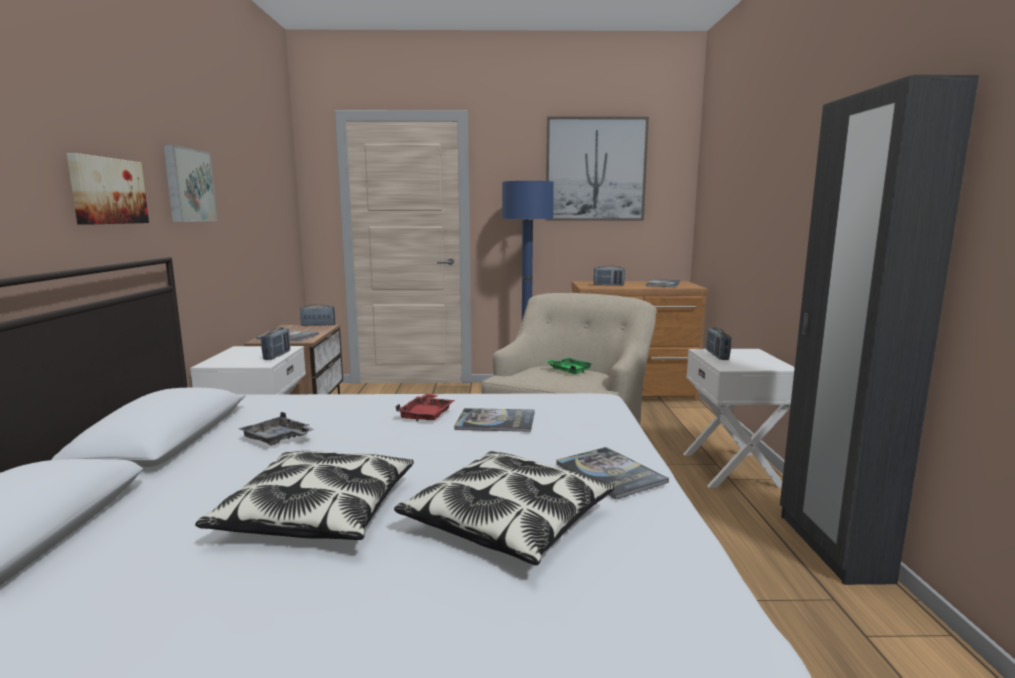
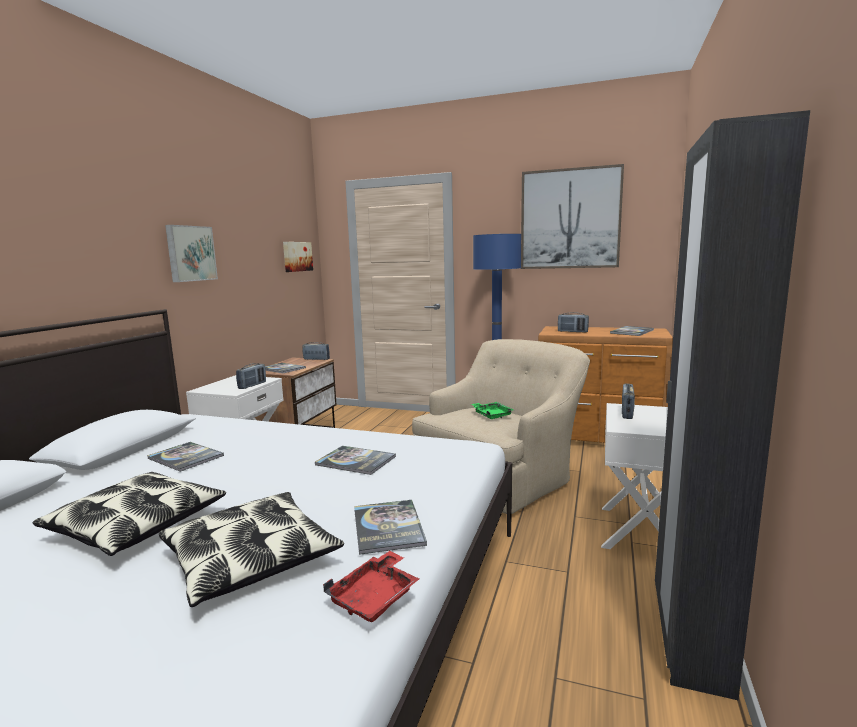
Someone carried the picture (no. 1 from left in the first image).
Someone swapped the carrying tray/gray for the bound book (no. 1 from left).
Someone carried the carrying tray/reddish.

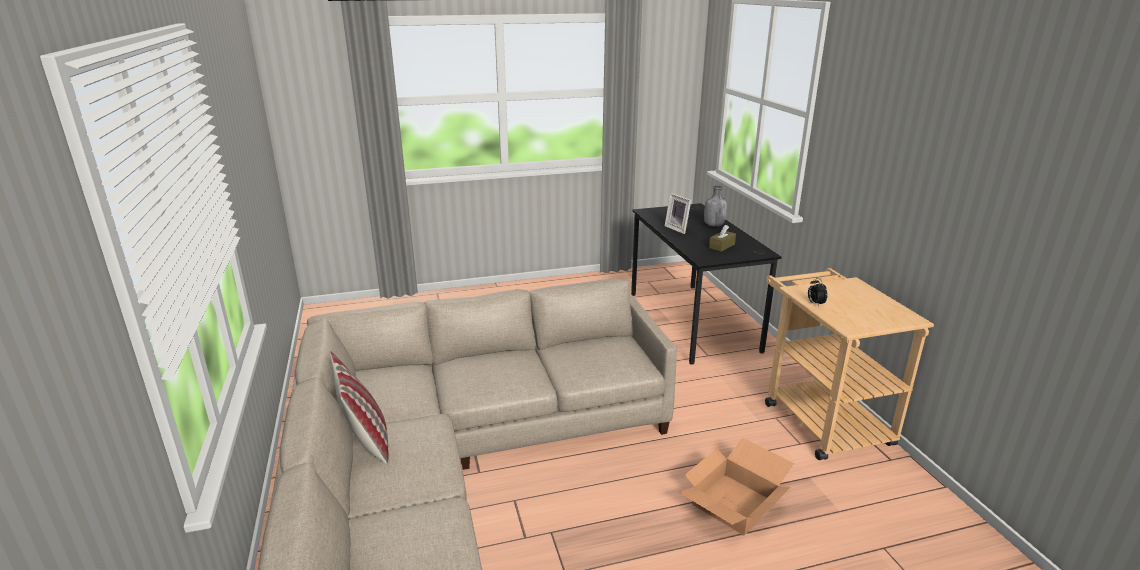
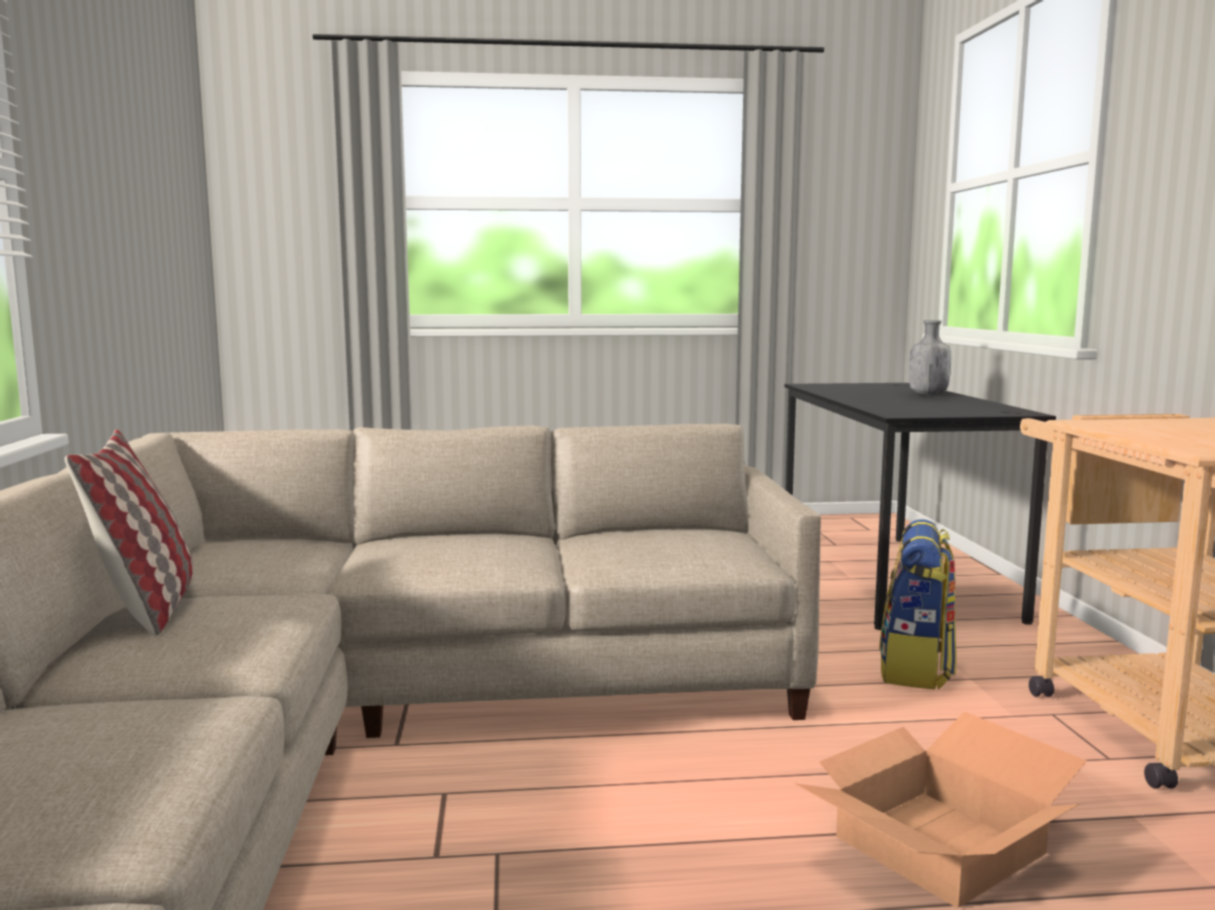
Someone took away the picture frame.
Someone took away the tissue box/brownish.
Someone took away the alarm clock.
Someone put down the rucksack.

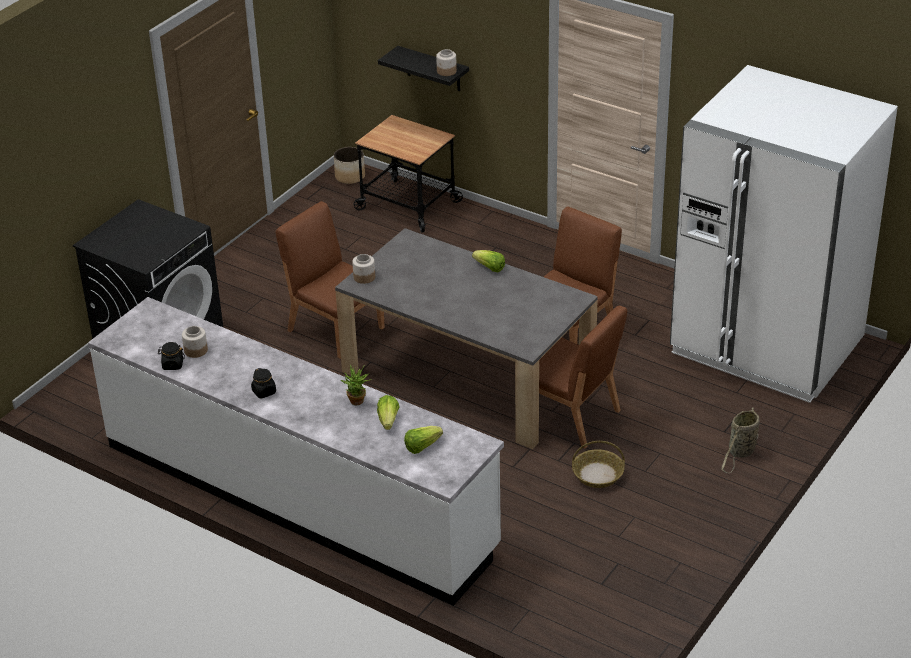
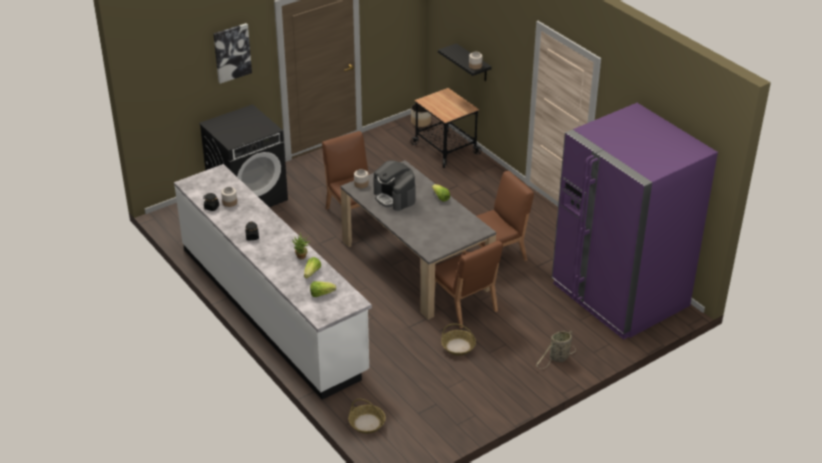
Someone repainted the fridge/whitish, which became the fridge/purple-coloured.
Someone put up the picture.
Someone put down the basket (no. 1 from left).
Someone put down the coffee machine.

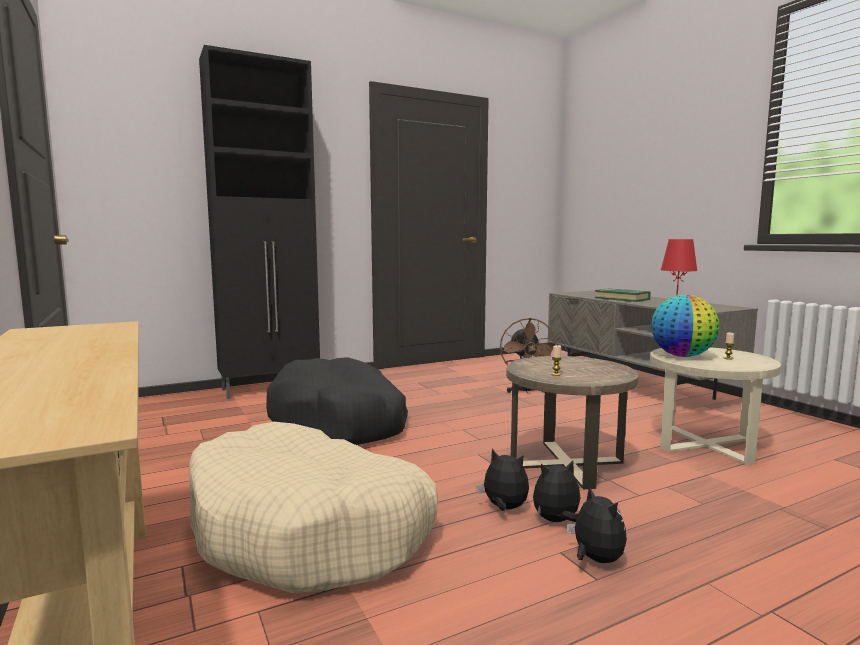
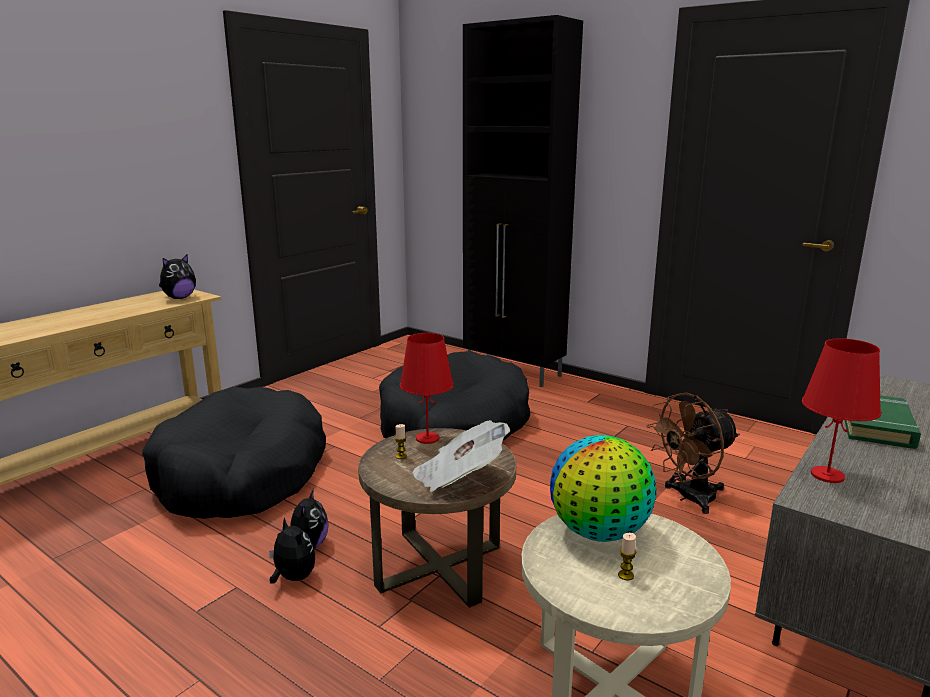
Someone repainted the pet bed/sand-coloured, which became the pet bed/blackish (no. 1 from left).
Someone carried the soft toy (no. 3 from left in the first image).
Someone put down the lamp for a table/reddish (no. 1 from left).
Someone put down the daily paper.

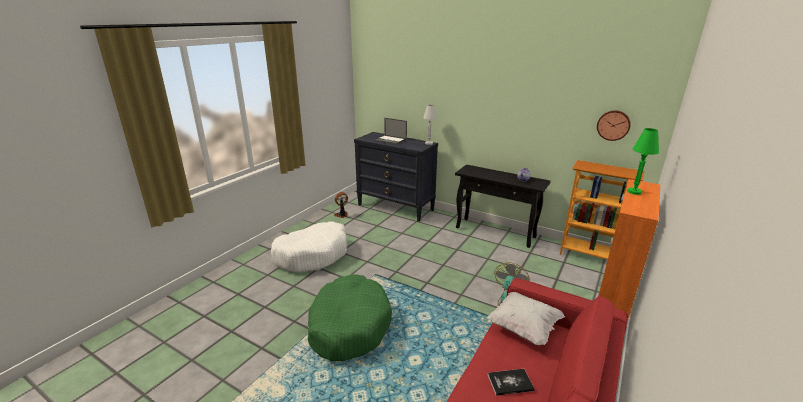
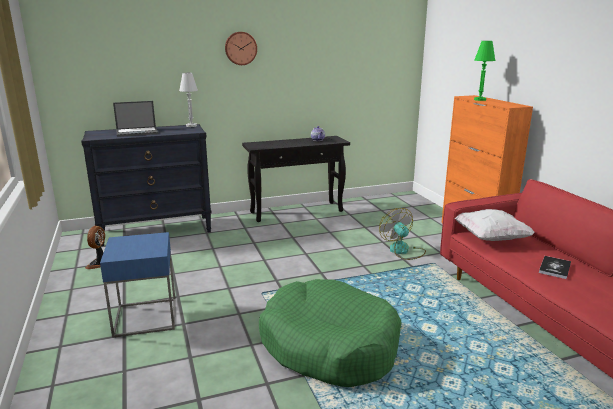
Someone swapped the pet bed/whitish for the end table/blue-coloured.
Someone took away the bookshelf.
Someone carried the hanging clock.

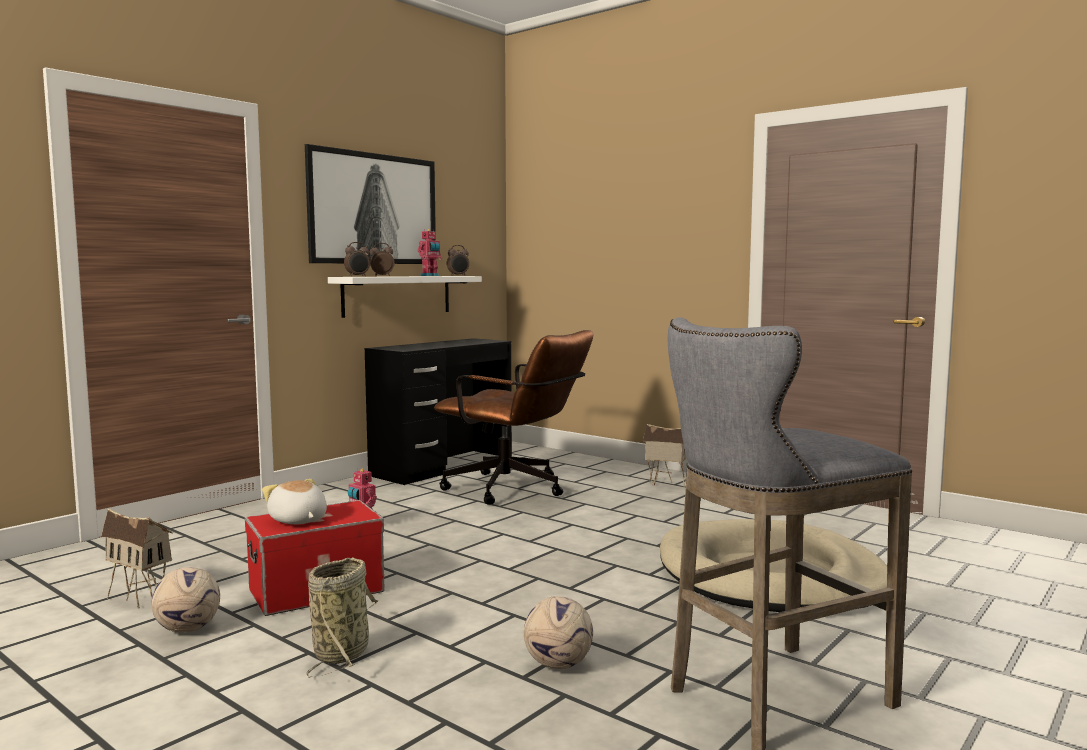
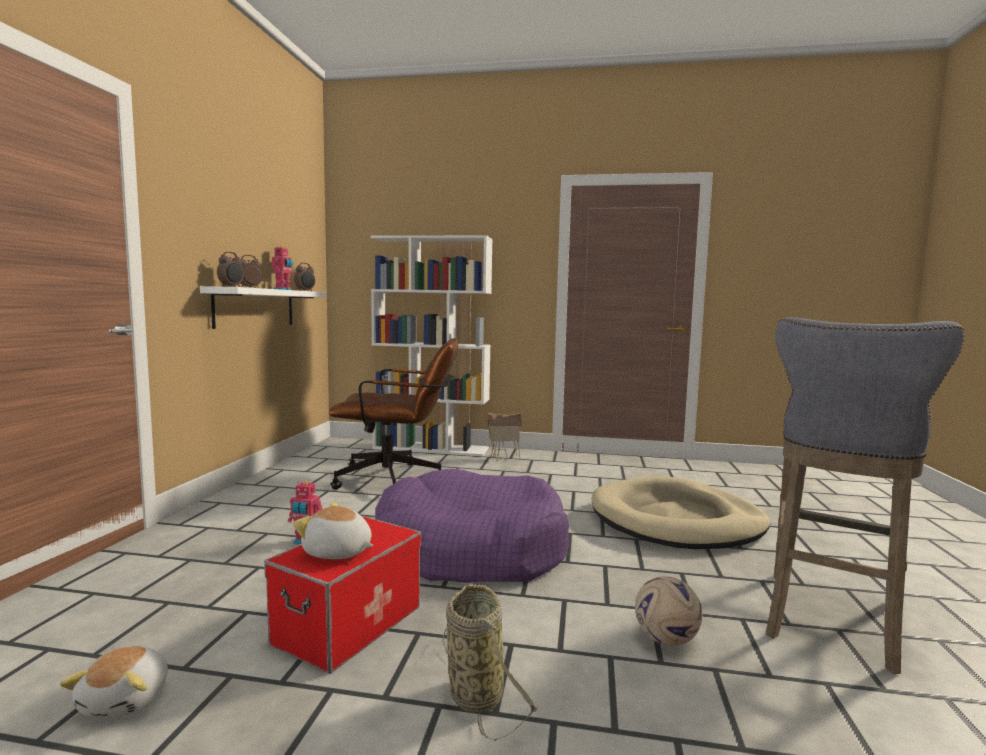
Someone swapped the model house (no. 1 from left) for the soft toy (no. 1 from left).
Someone took away the football ball (no. 1 from left).
Someone took away the picture.
Someone took away the desk table/blackish.
Someone put down the bookshelf/whitish.
Someone put down the pet bed/purple-coloured.

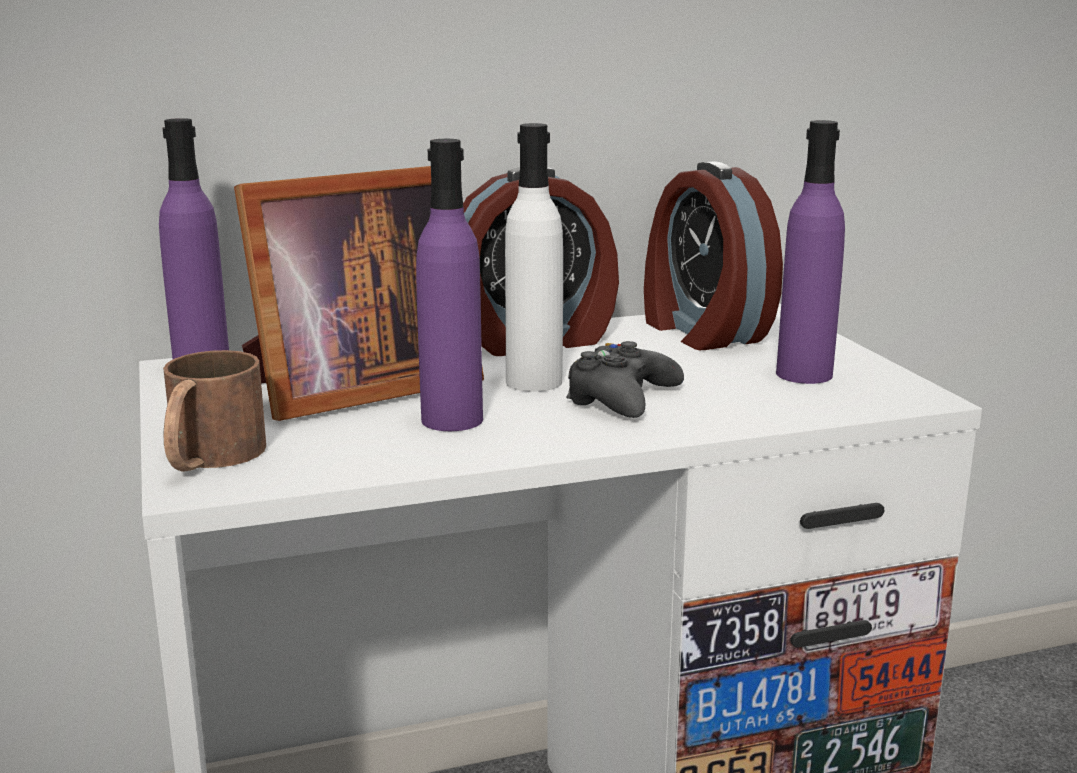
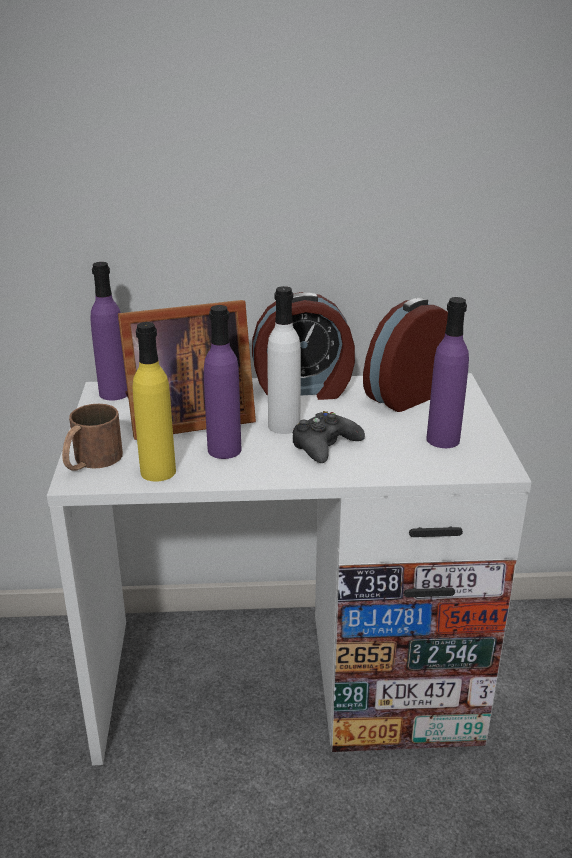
Someone rotated the alarm clock (no. 2 from left) by 60 degrees clockwise.
Someone put down the bottle/yellowish.

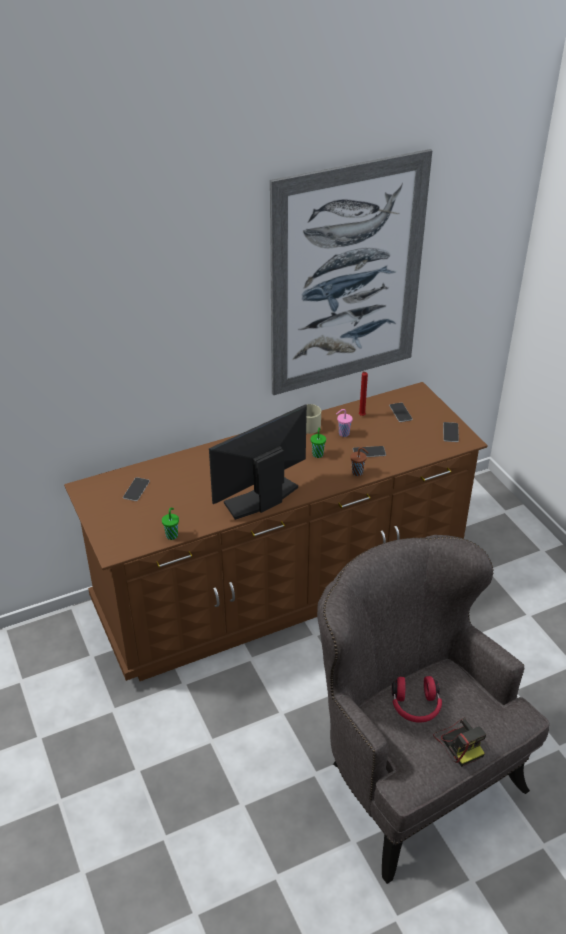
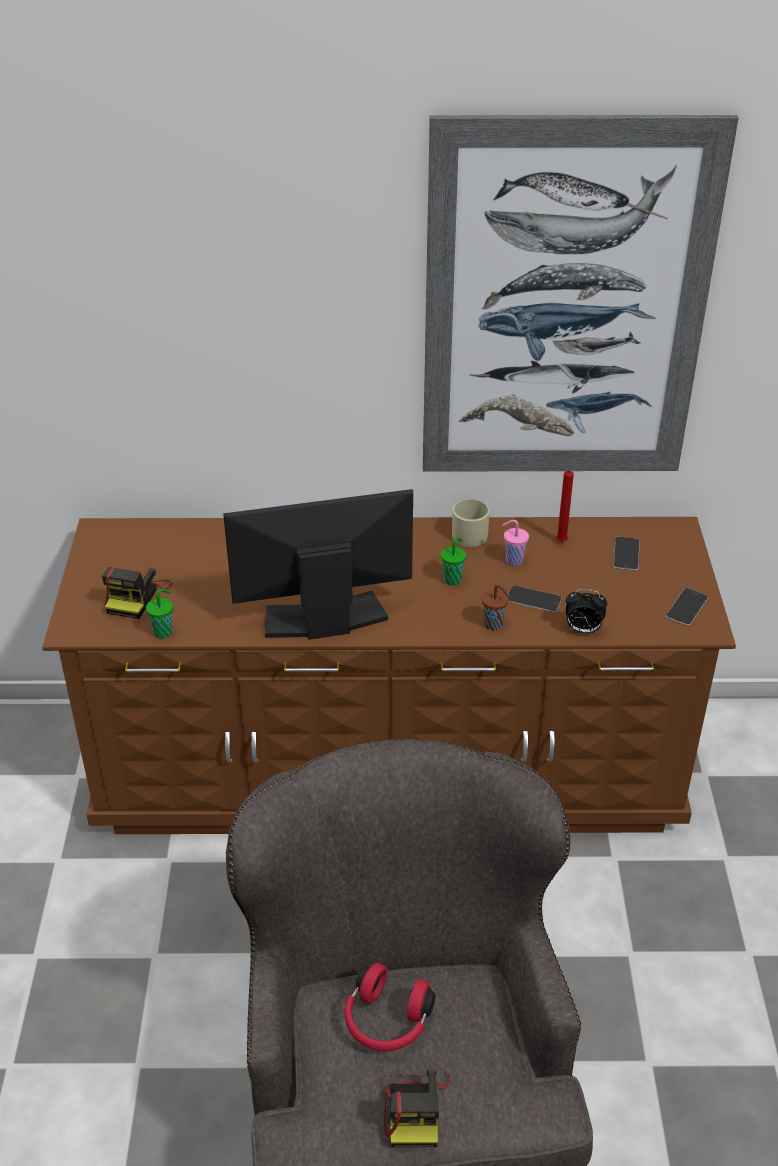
Someone took away the telephone (no. 1 from left).
Someone put down the still camera (no. 1 from left).
Someone put down the alarm clock.

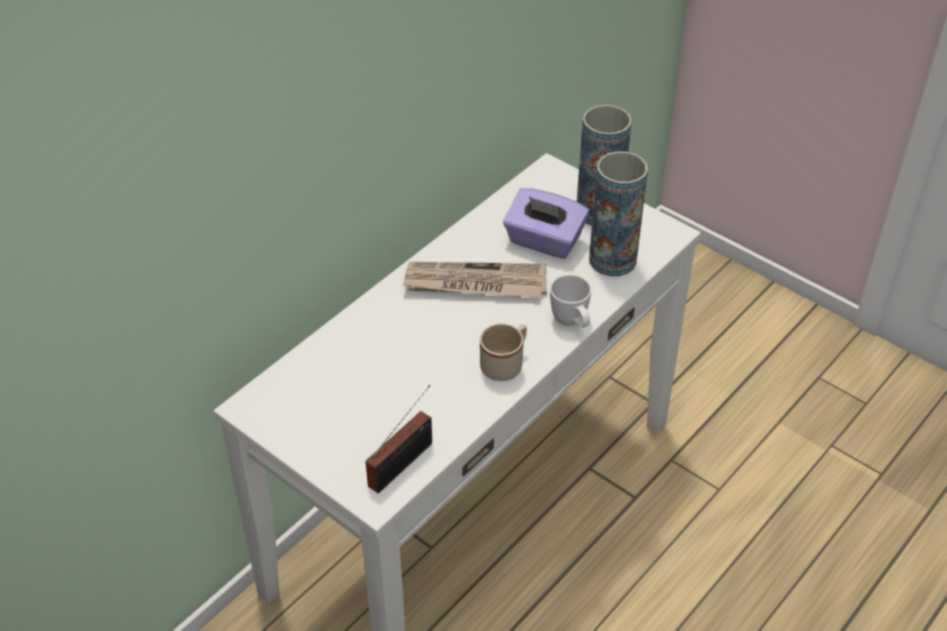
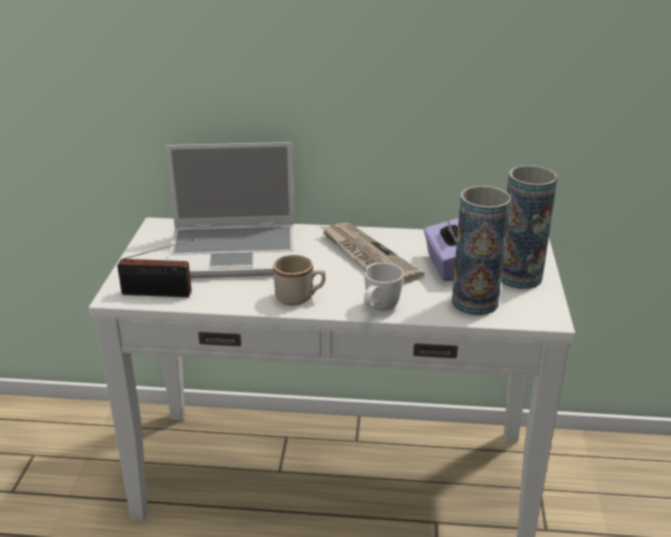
Someone put down the portable computer.

